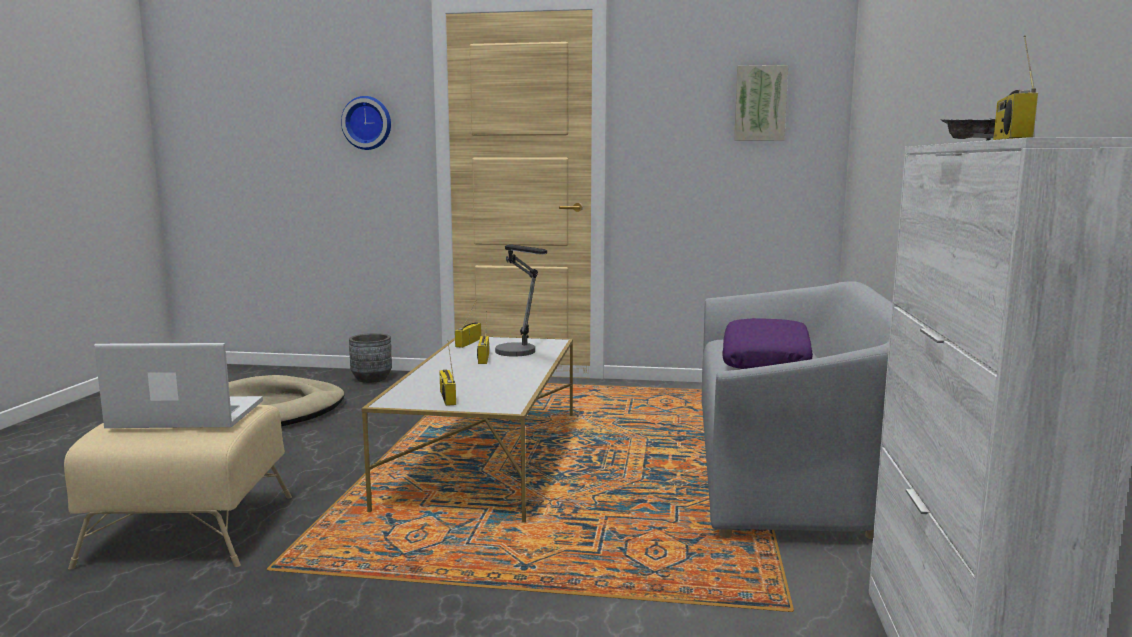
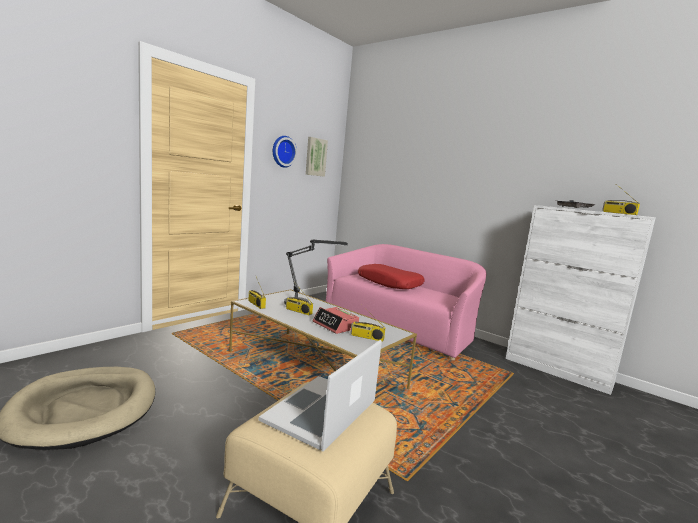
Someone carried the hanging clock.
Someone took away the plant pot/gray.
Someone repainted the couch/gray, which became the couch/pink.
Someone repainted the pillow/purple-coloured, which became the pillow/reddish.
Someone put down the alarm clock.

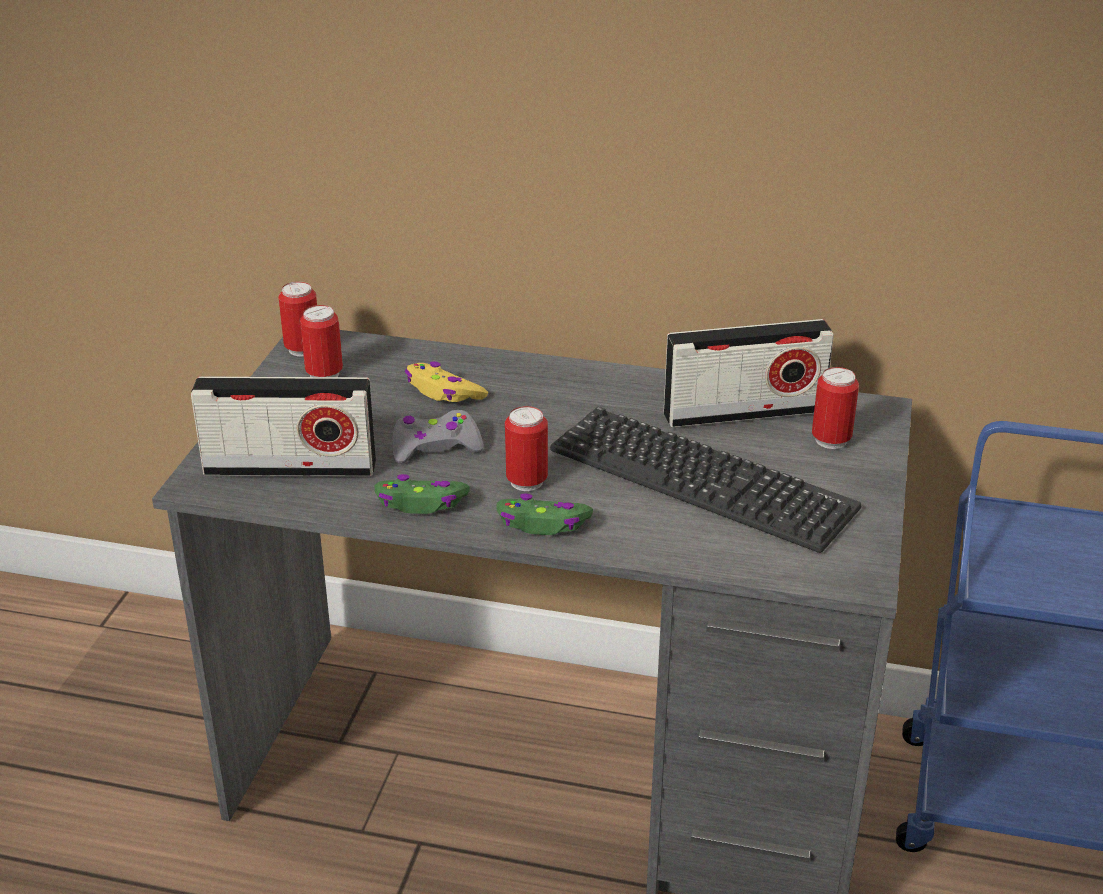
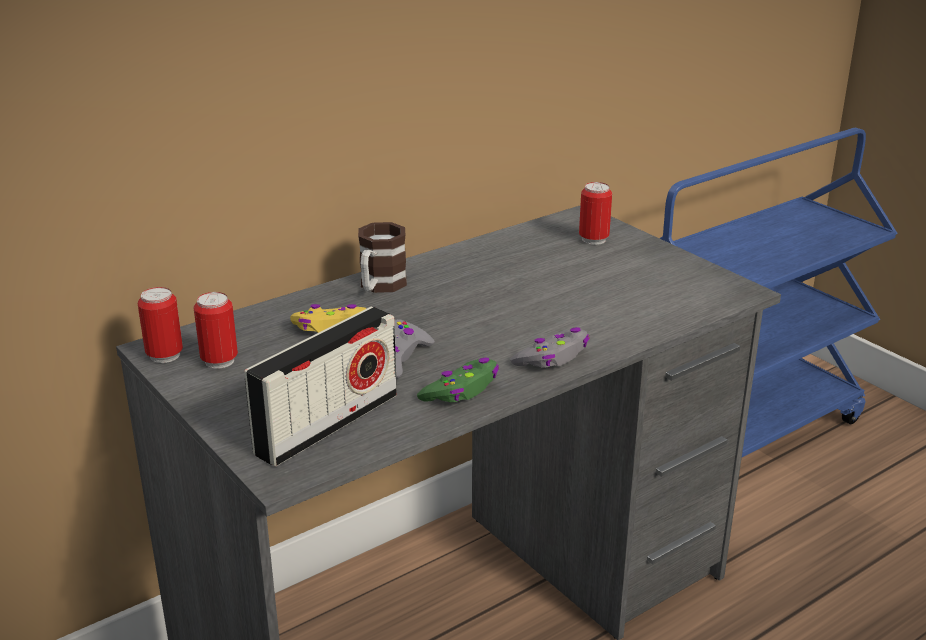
Someone repainted the game controller/greenish (no. 2 from left), which became the game controller/gray (no. 2 from left).
Someone took away the metal can (no. 3 from left).
Someone took away the keyboard.
Someone took away the radio (no. 2 from left).
Someone put down the coffee mug.

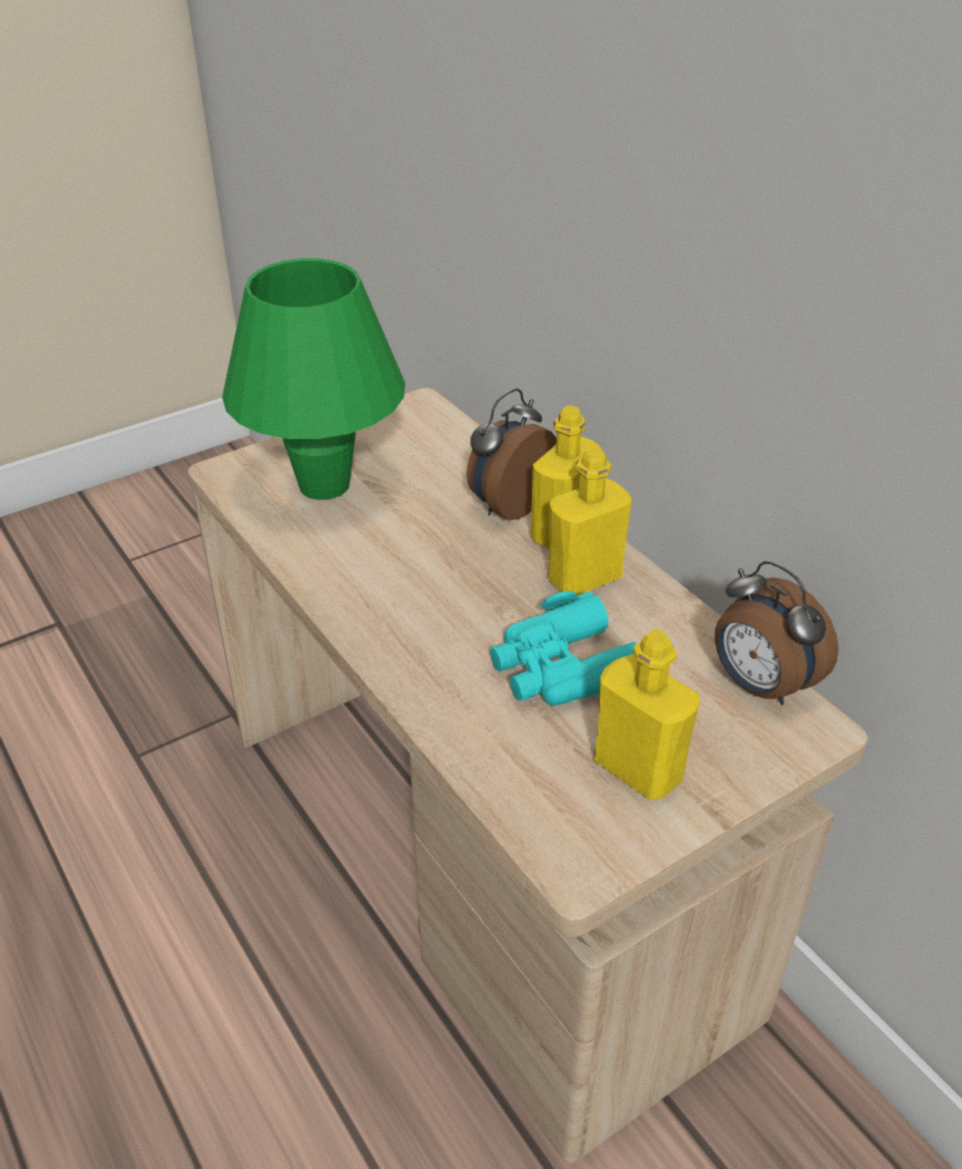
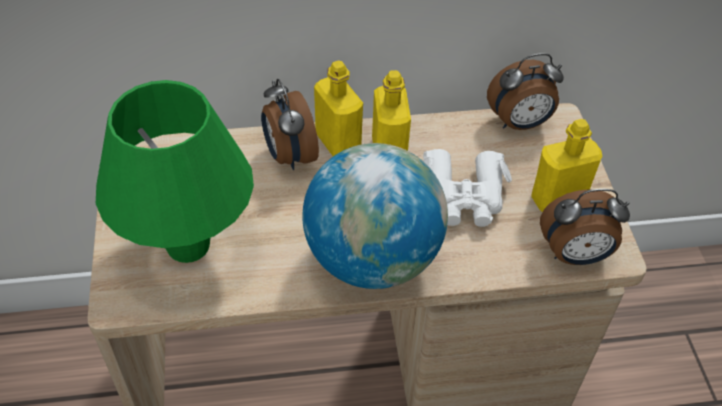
Someone repainted the binoculars/blue-green, which became the binoculars/whitish.
Someone put down the desk globe.
Someone put down the alarm clock (no. 3 from left).

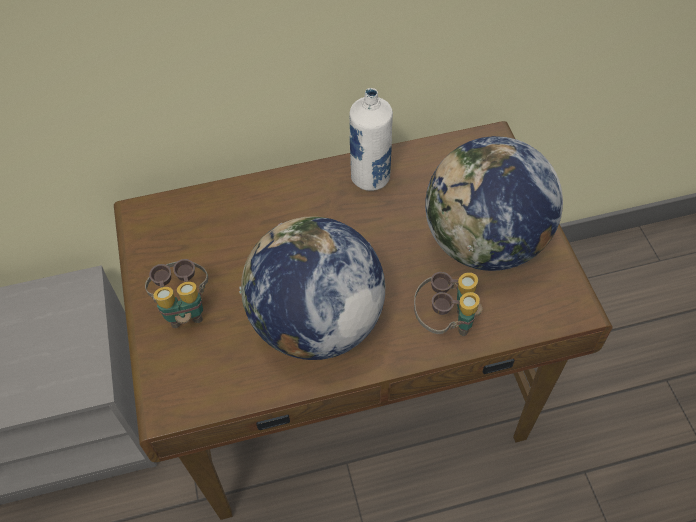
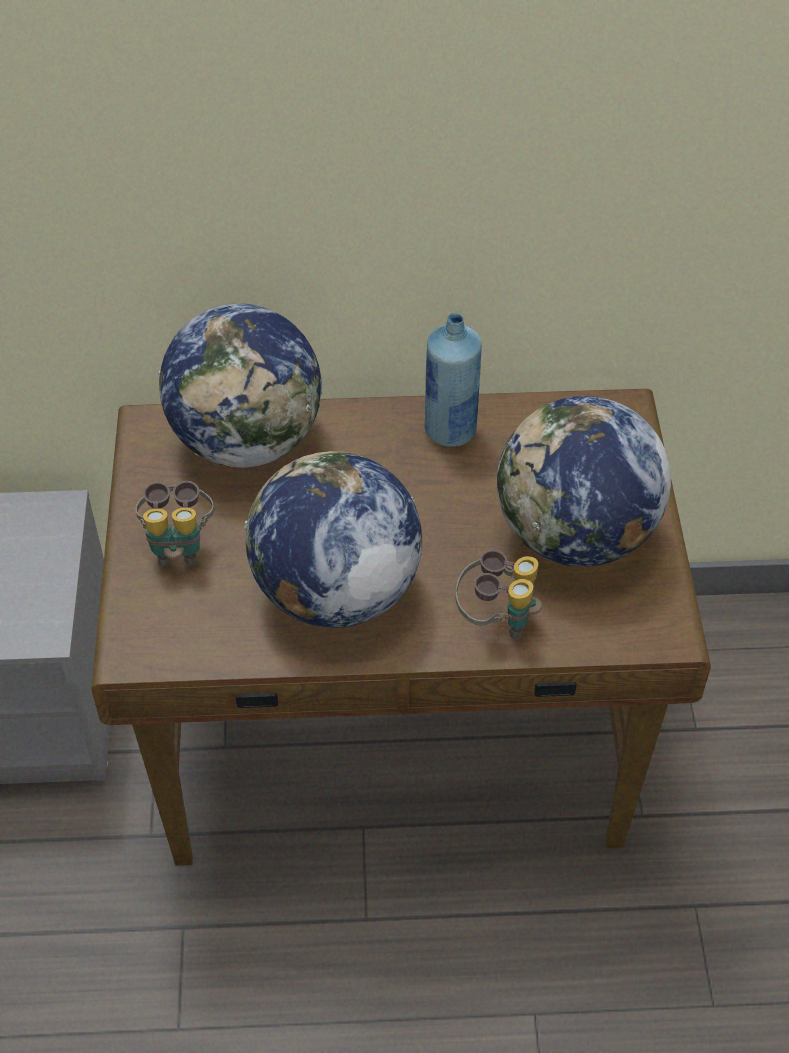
Someone repainted the bottle/whitish, which became the bottle/blue-coloured.
Someone put down the desk globe (no. 1 from left).

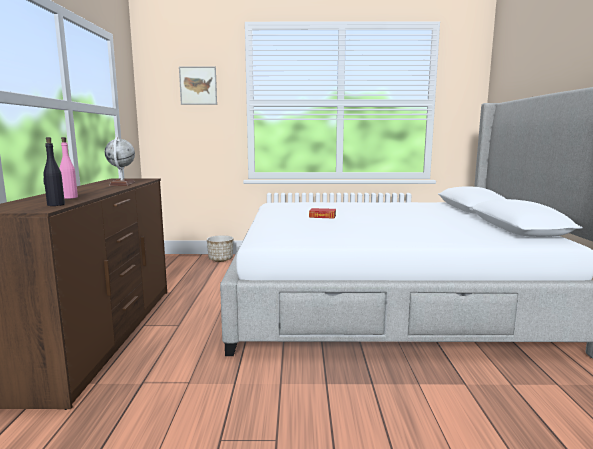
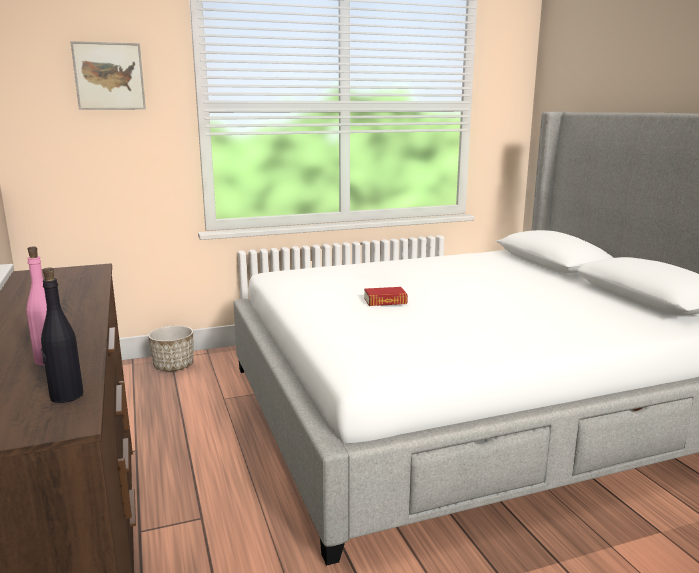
Someone took away the desk globe.

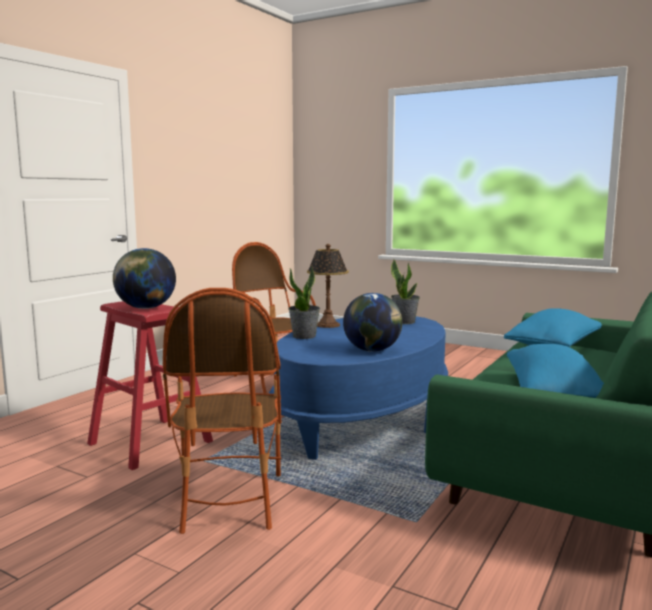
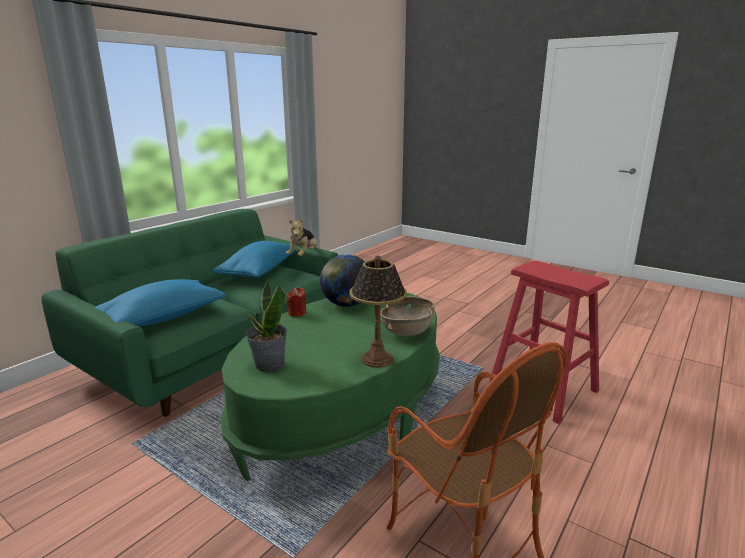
Someone took away the desk globe (no. 1 from left).
Someone took away the lounge chair (no. 1 from left).
Someone repainted the low table/blue-coloured, which became the low table/greenish.
Someone swapped the potted plant (no. 1 from left) for the bowl/brownish.
Someone put down the soft toy.
Someone put down the wax light/reddish.

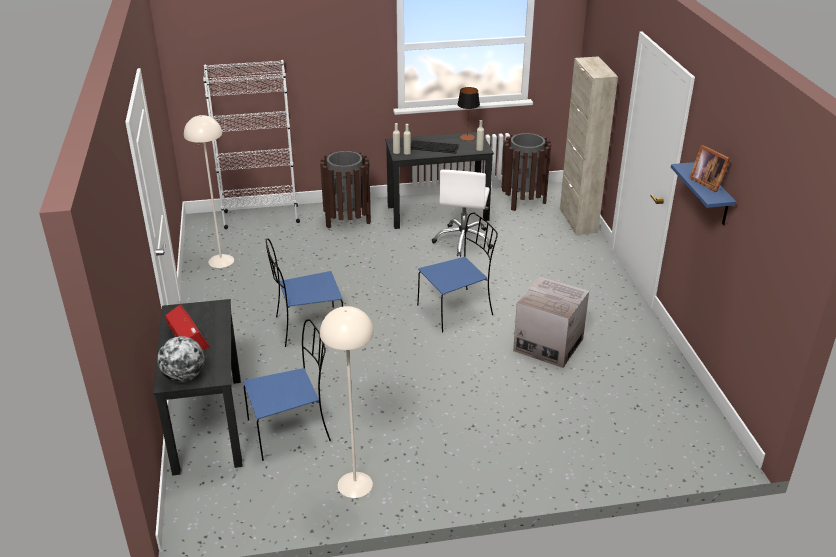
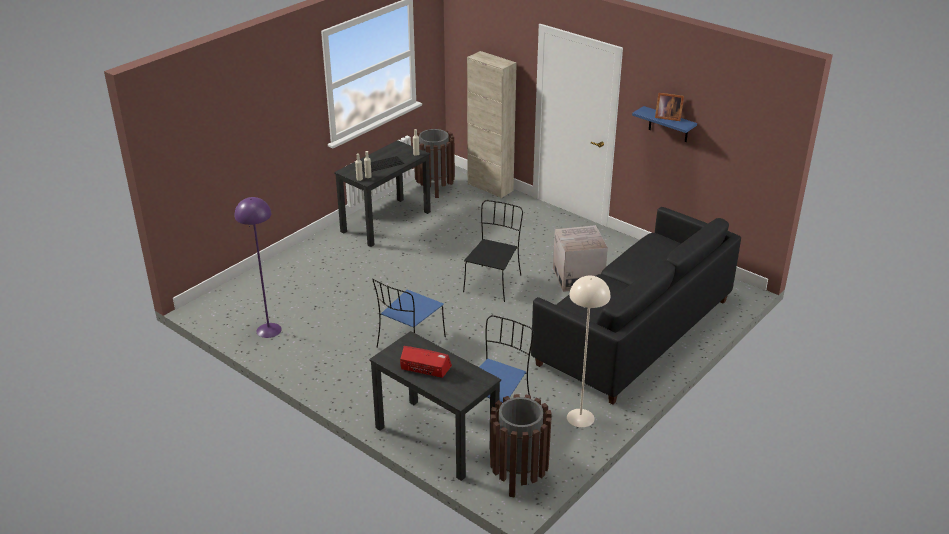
Someone took away the desk globe.
Someone repainted the standard lamp/sand-coloured (no. 1 from left), which became the standard lamp/purple-coloured.
Someone took away the bookshelf/whitish.
Someone carried the trash can/brownish (no. 1 from left in the first image).
Someone repainted the plain chair/blue-coloured (no. 3 from left), which became the plain chair/blackish.
Someone took away the desk chair/whitish.
Someone took away the lamp for a table.
Someone put down the couch/blackish.

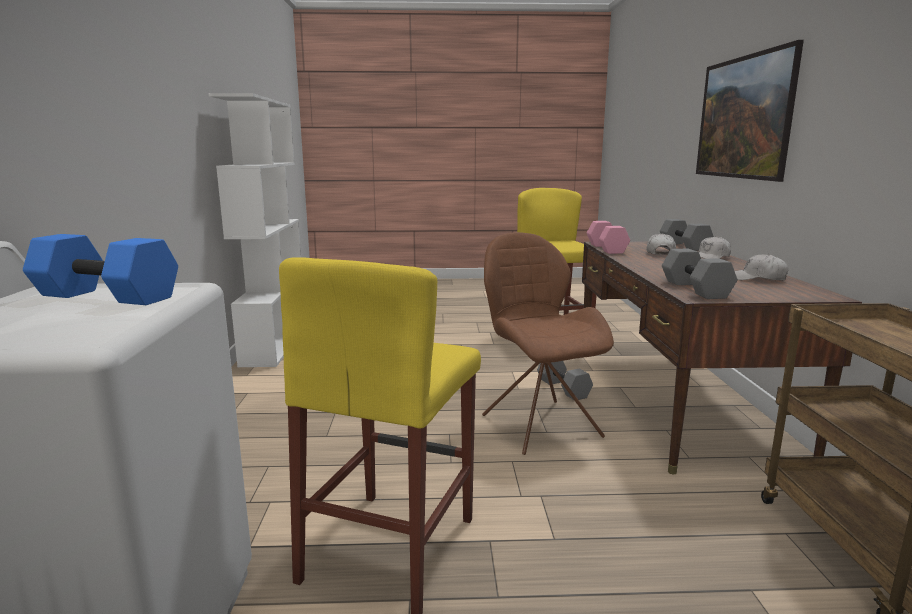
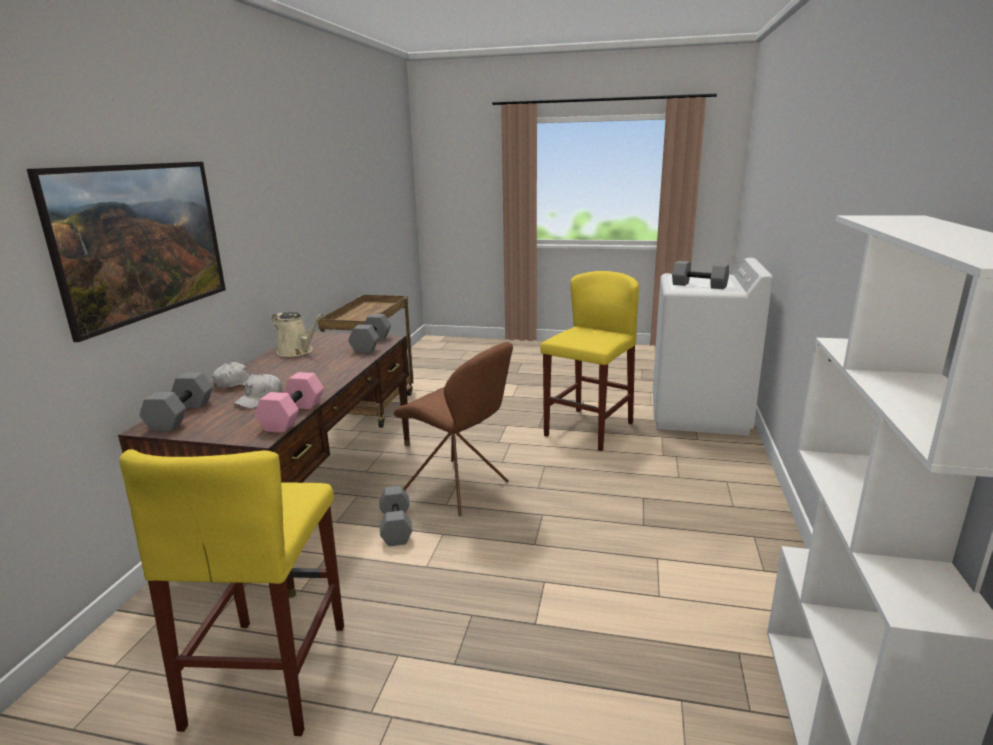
Someone repainted the free weight/blue-coloured, which became the free weight/gray (no. 4 from left).
Someone rotated the plain chair/brownish by 45 degrees counterclockwise.
Someone swapped the baseball cap/whitish (no. 3 from left) for the watering pot/sand-coloured.

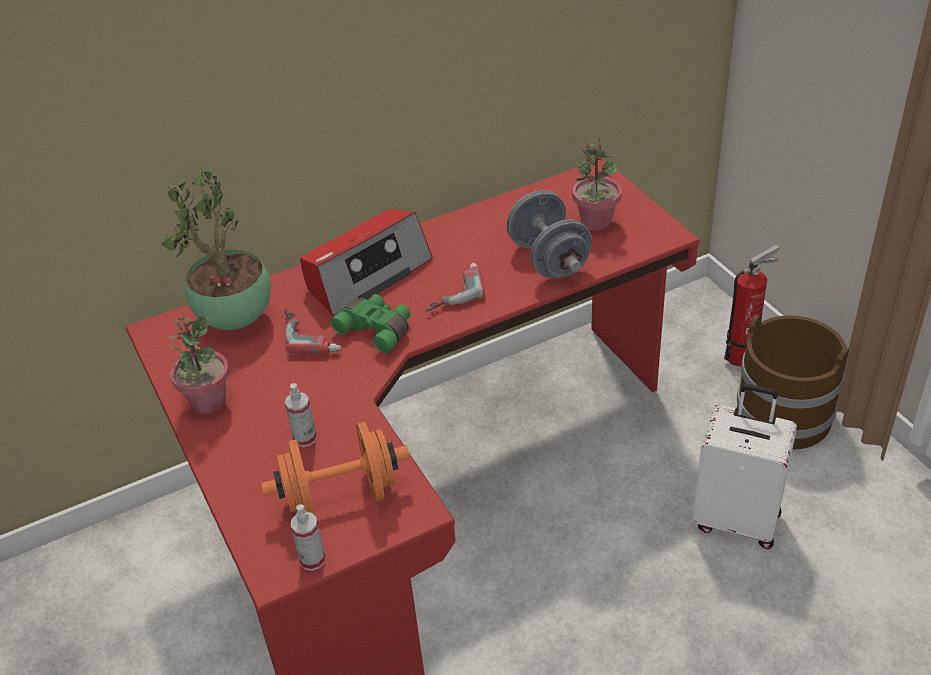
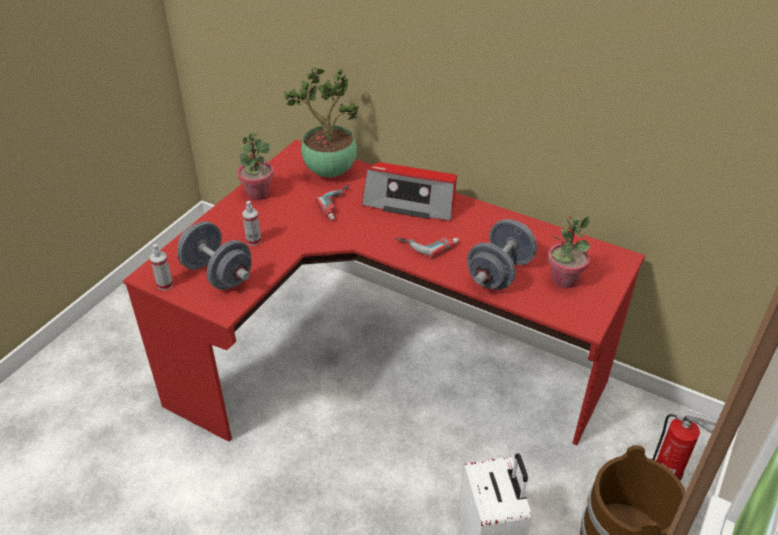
Someone repainted the free weight/orange, which became the free weight/gray (no. 1 from left).
Someone took away the binoculars/greenish.

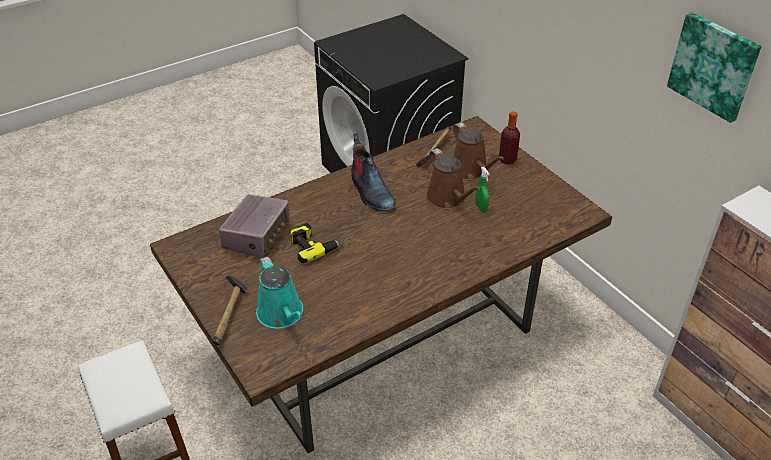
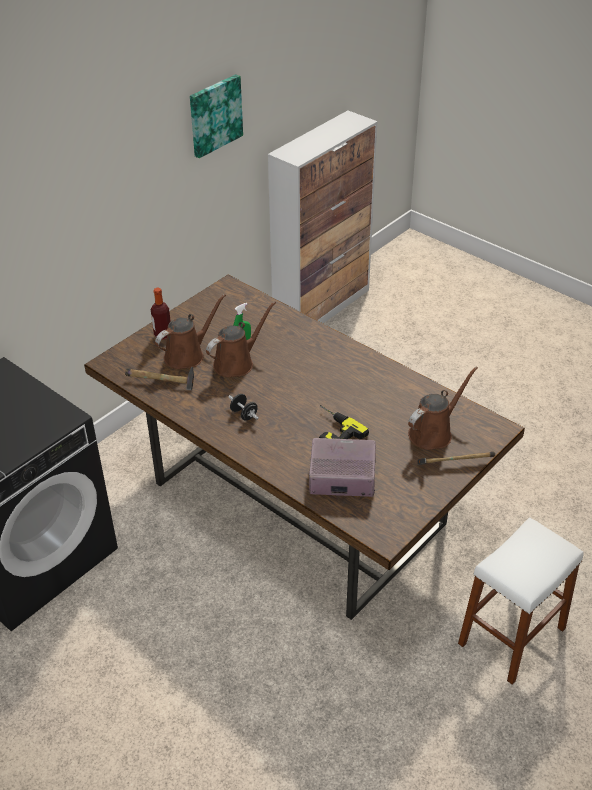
Someone repainted the watering pot/blue-green, which became the watering pot/brownish (no. 3 from left).
Someone swapped the high-top boot for the free weight/blackish.

